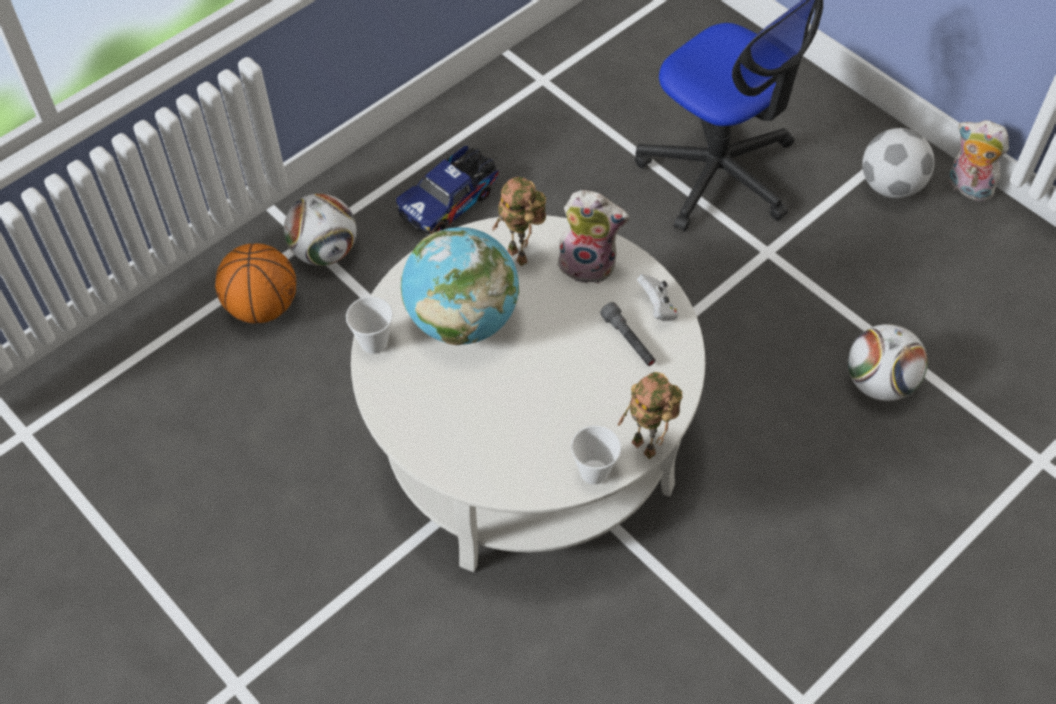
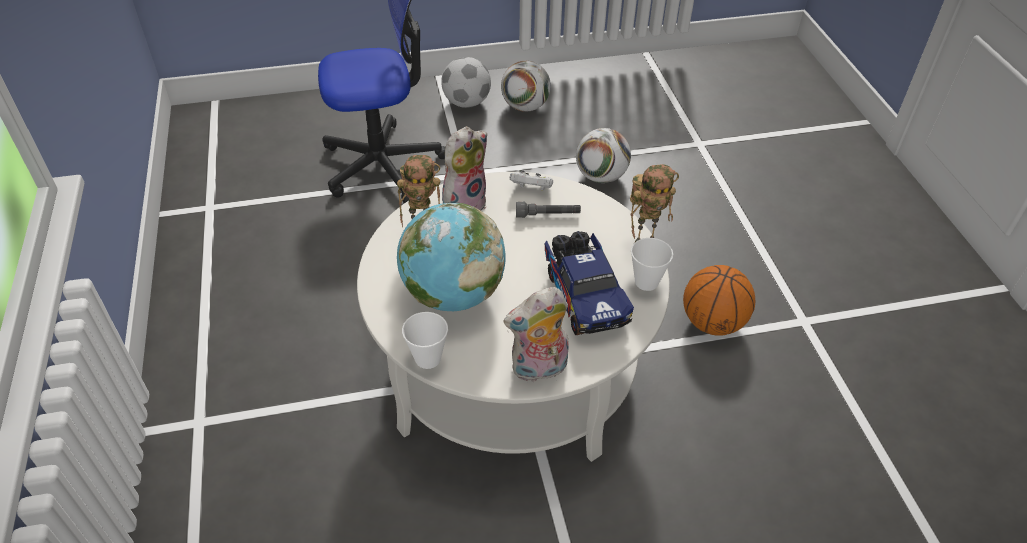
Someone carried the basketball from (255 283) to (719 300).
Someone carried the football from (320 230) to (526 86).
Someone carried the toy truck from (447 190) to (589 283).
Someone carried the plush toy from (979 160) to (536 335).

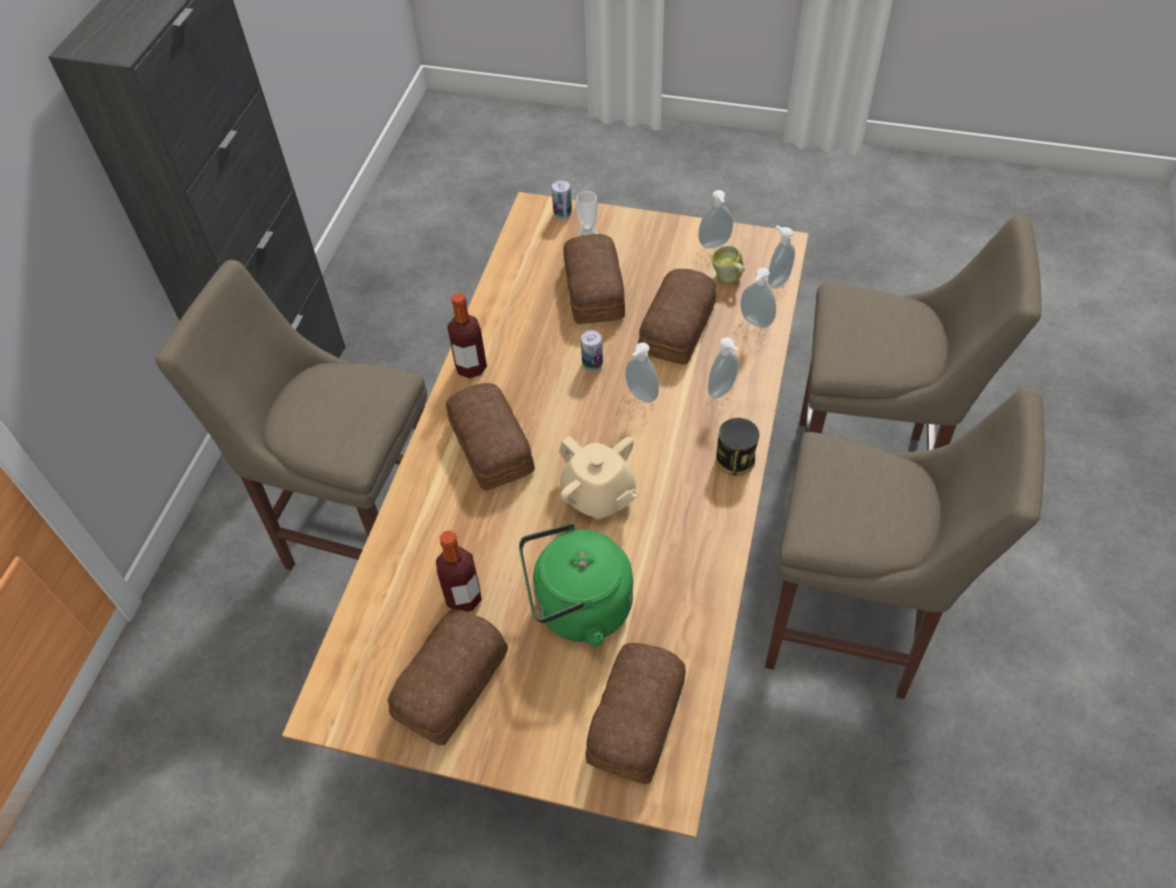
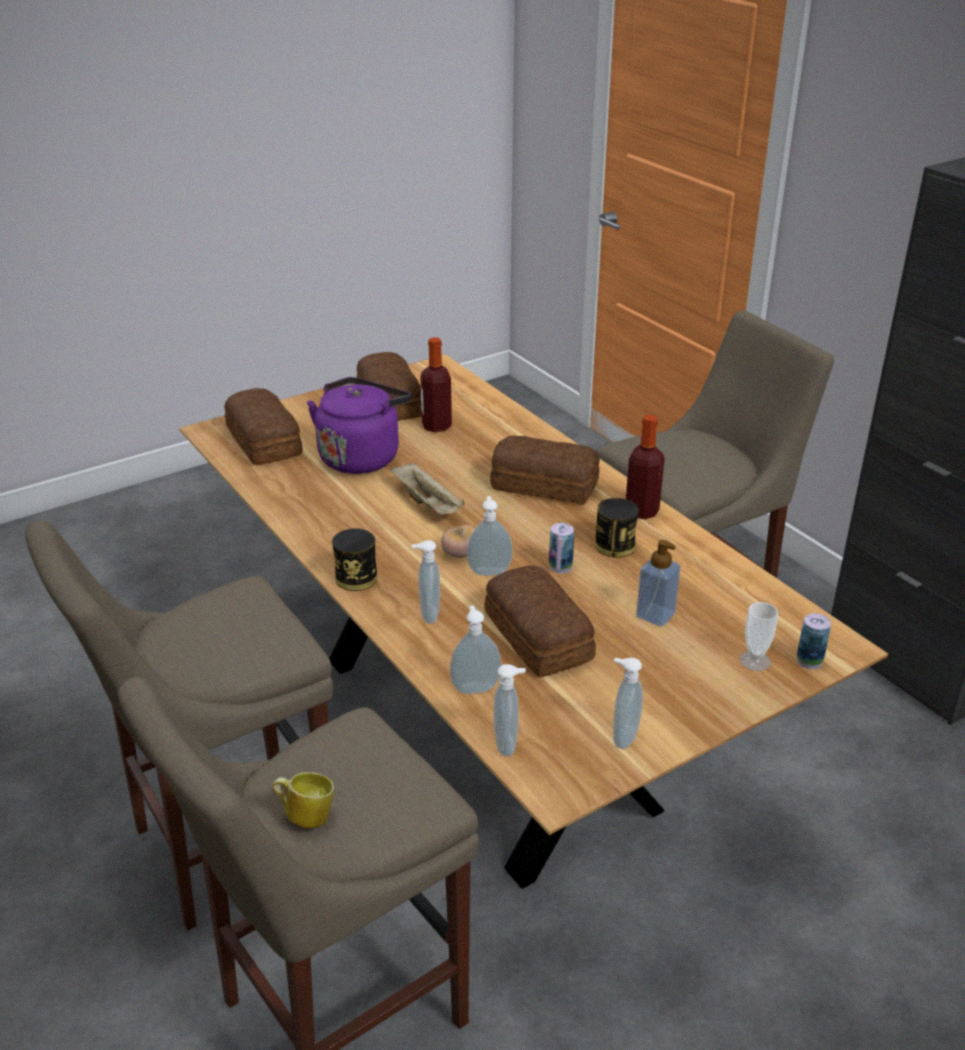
Someone put down the tomato at (458 541).
Someone put down the can at (617 528).
Someone carried the mug from (728 264) to (303 800).
Someone swapped the beige teapot at (599 478) for the beige tray at (428 489).
Someone swapped the bread at (594 279) for the soap dispenser at (658 583).
Someone repainted the green kettle at (576 584), which became the purple kettle at (359 425).

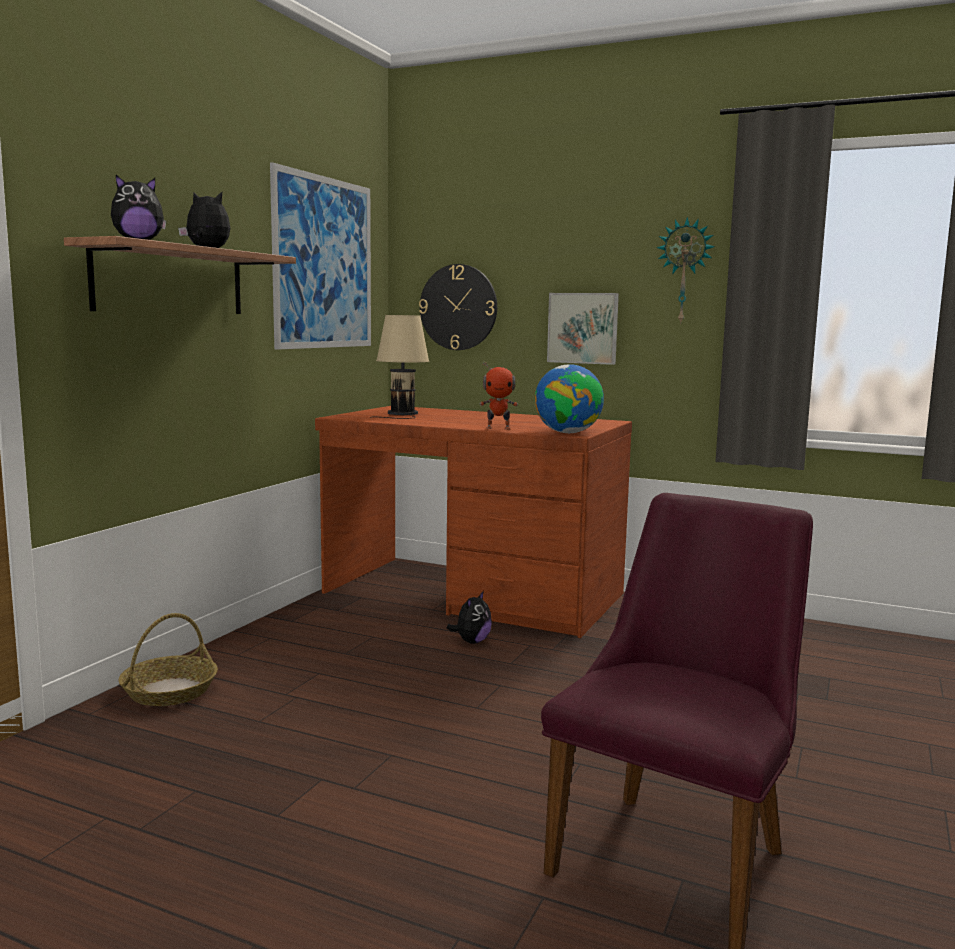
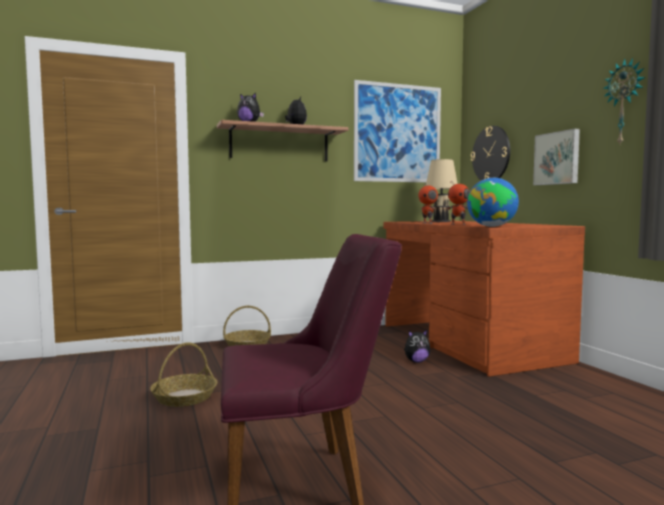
Someone put down the basket at (183 374).
Someone put down the toy robot at (428 203).

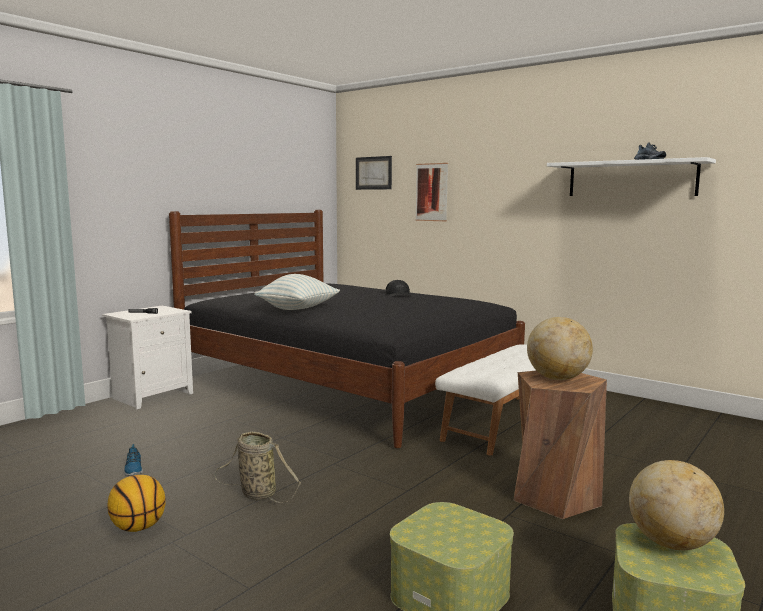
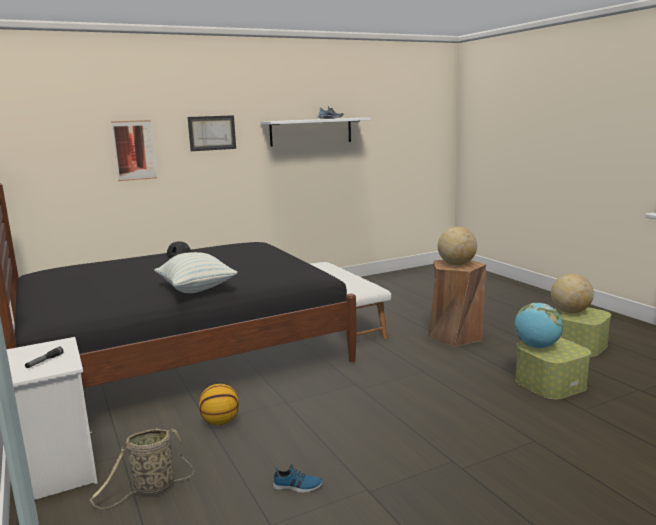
Someone put down the globe at (538 325).
Someone carried the basketball from (136 503) to (219 404).
Someone carried the basket from (258 467) to (142 468).
Someone carried the picture from (374 173) to (212 133).

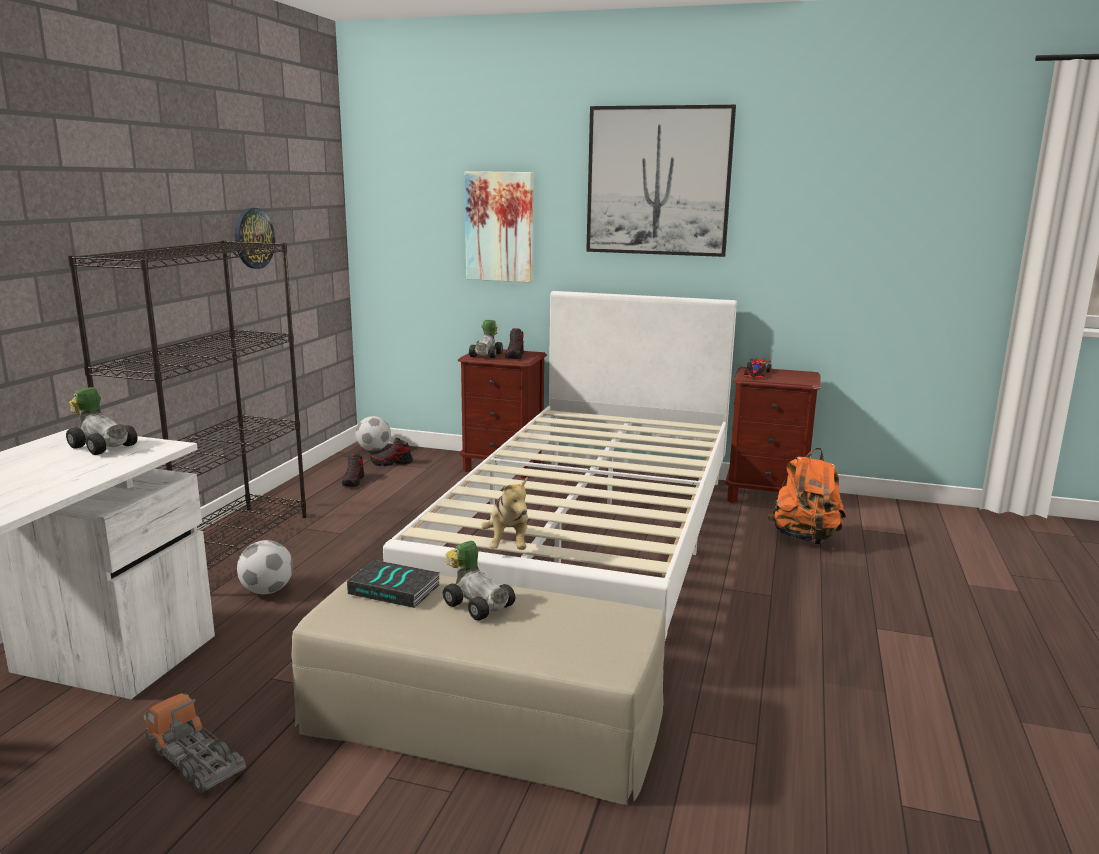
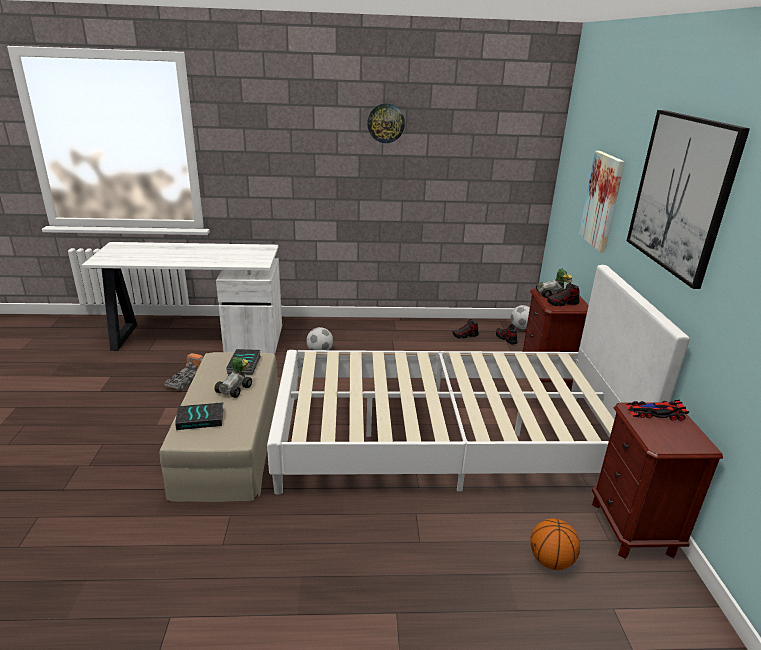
Someone took away the toy car at (101 421).
Someone took away the black bookcase at (187 405).
Someone took away the plush toy at (504 513).
Someone put down the book at (199 416).
Someone carried the wall clock from (255 238) to (386 123).
Someone swapped the orange backpack at (807 496) for the basketball at (555 544).

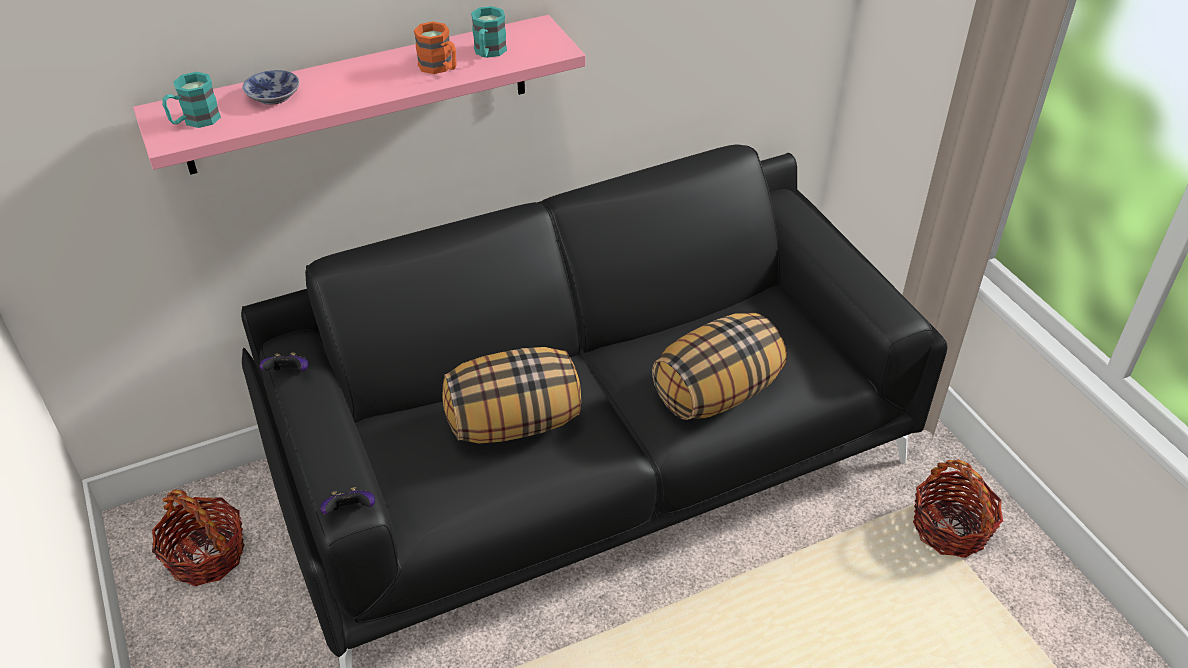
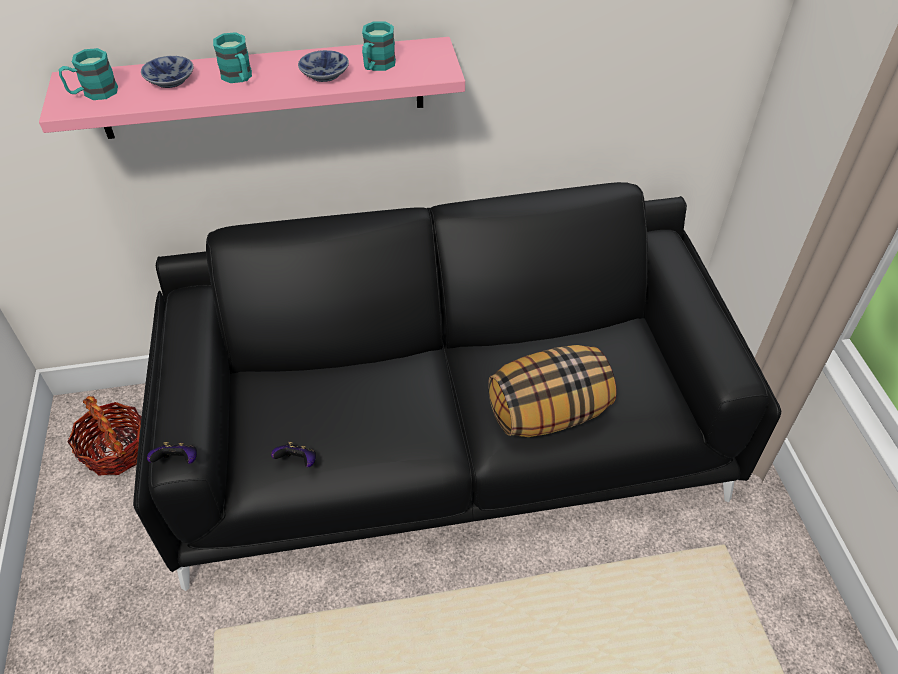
Someone took away the pillow at (512 395).
Someone took away the basket at (958 508).
Someone put down the turquoise mug at (232 57).
Someone carried the game controller from (284 362) to (293 454).
Someone swapped the orange mug at (435 47) for the bowl at (323 66).

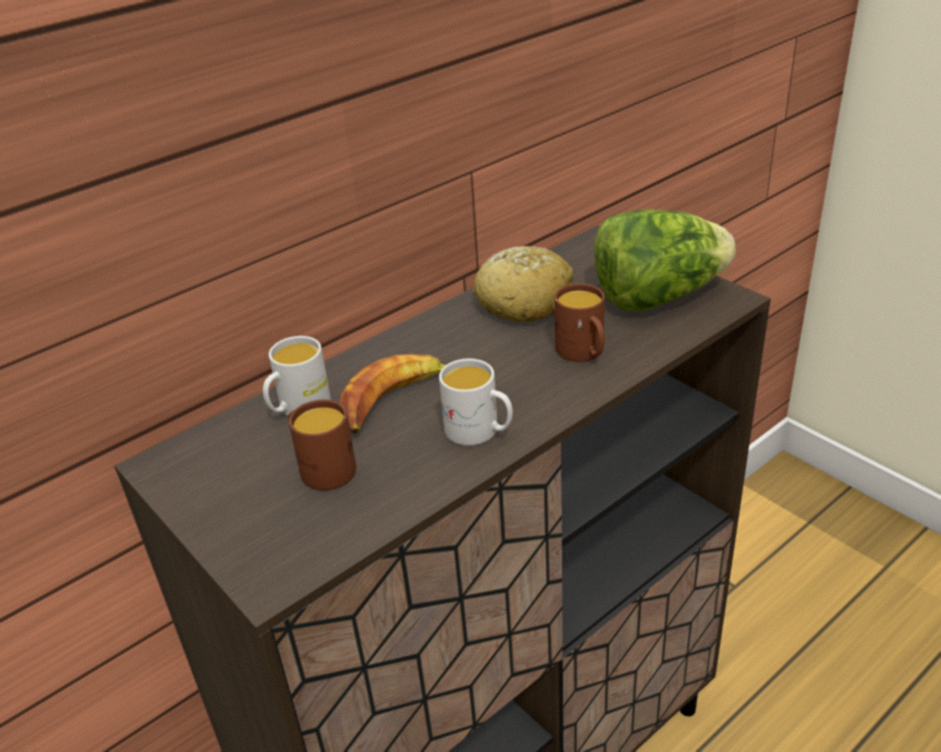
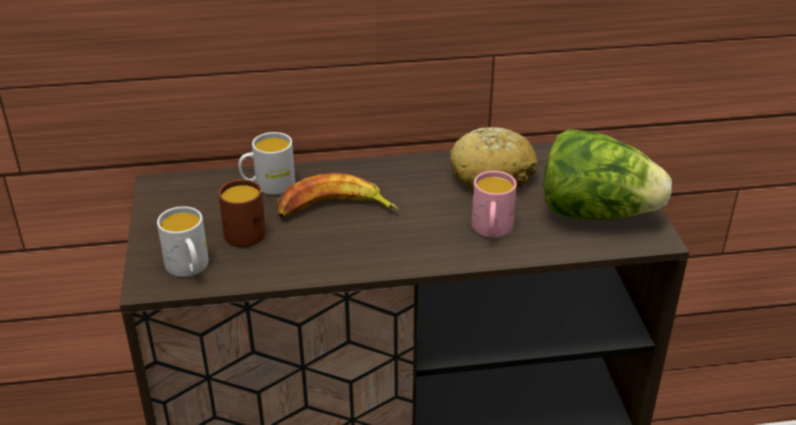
Someone carried the white mug from (476 402) to (183 241).
Someone repainted the brown mug at (579 322), which became the pink mug at (494 204).

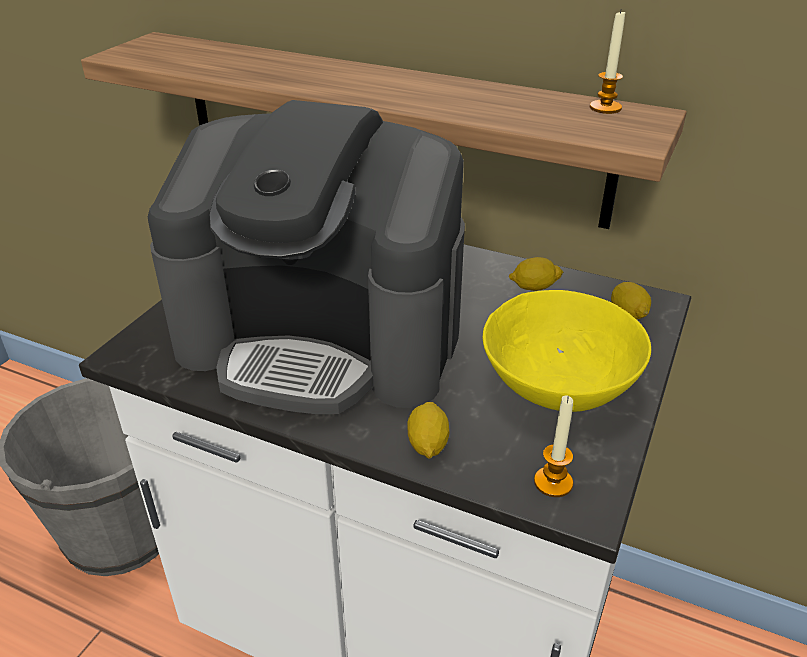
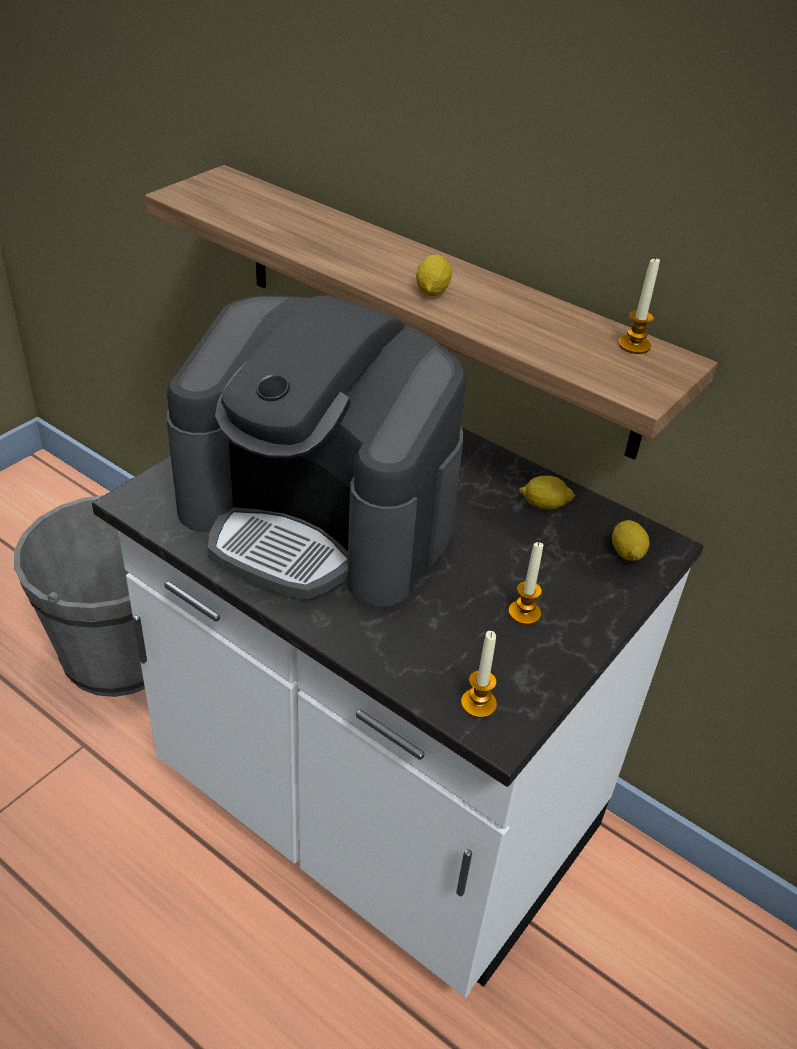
Someone carried the lemon from (428 430) to (434 275).
Someone swapped the yellow bowl at (567 351) for the candle at (526 583).

